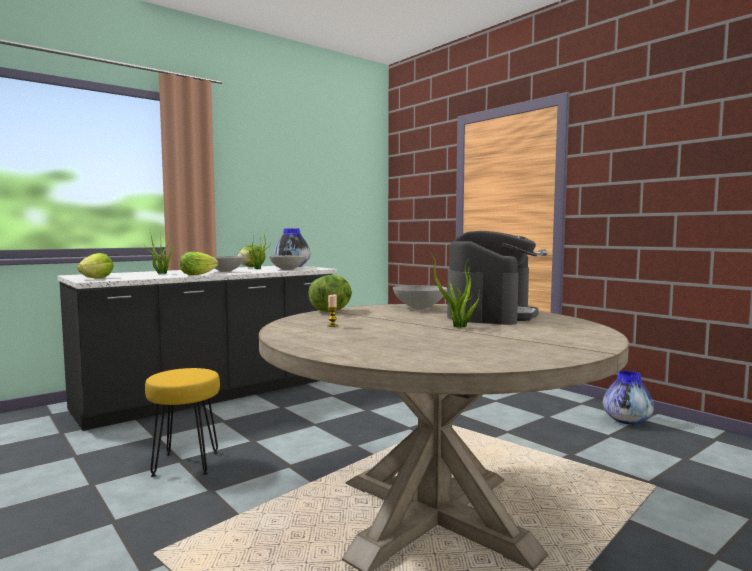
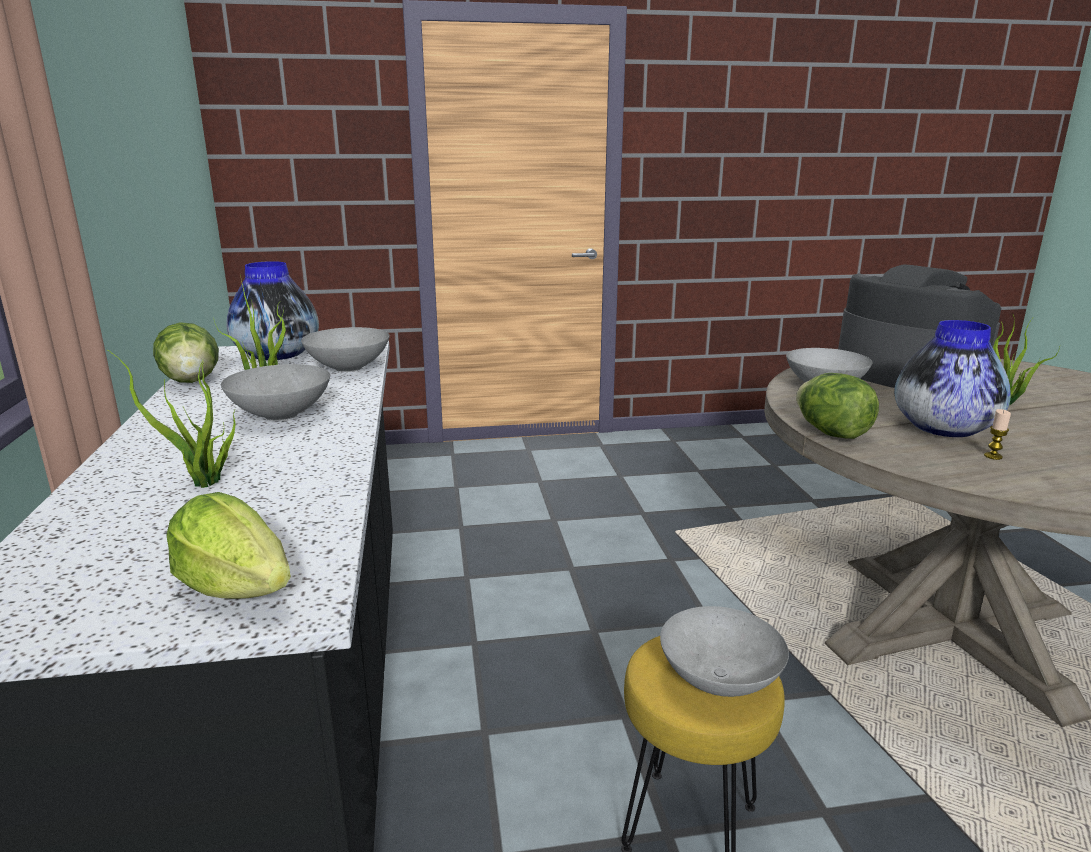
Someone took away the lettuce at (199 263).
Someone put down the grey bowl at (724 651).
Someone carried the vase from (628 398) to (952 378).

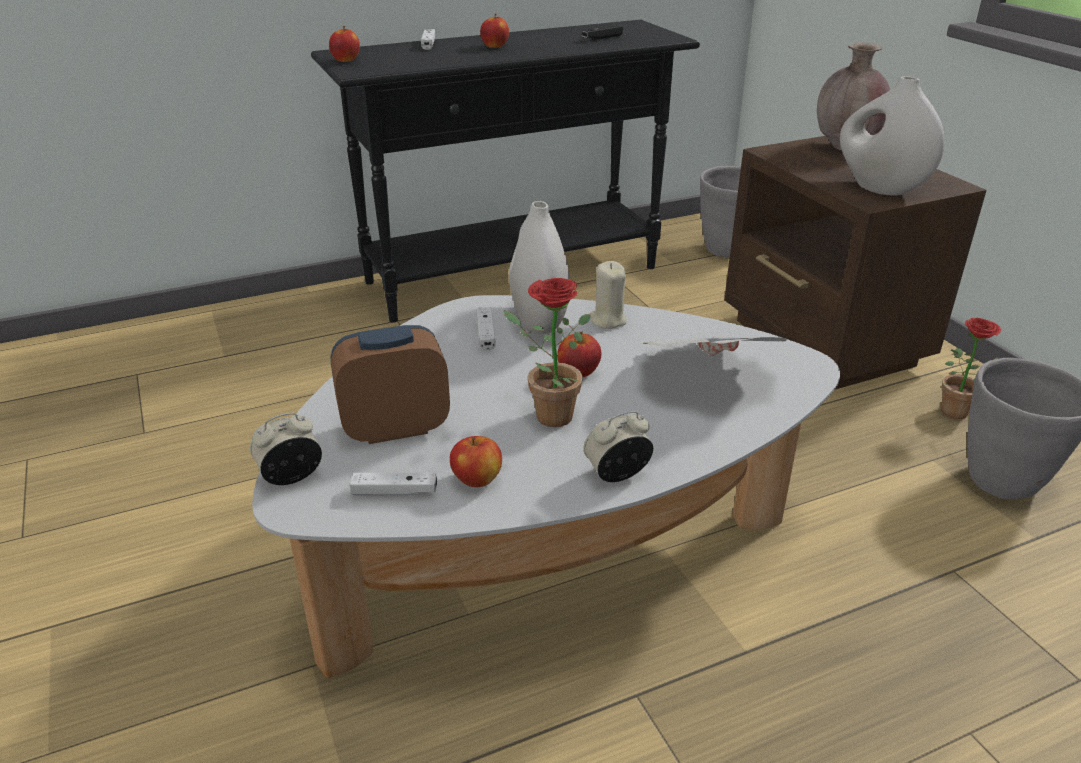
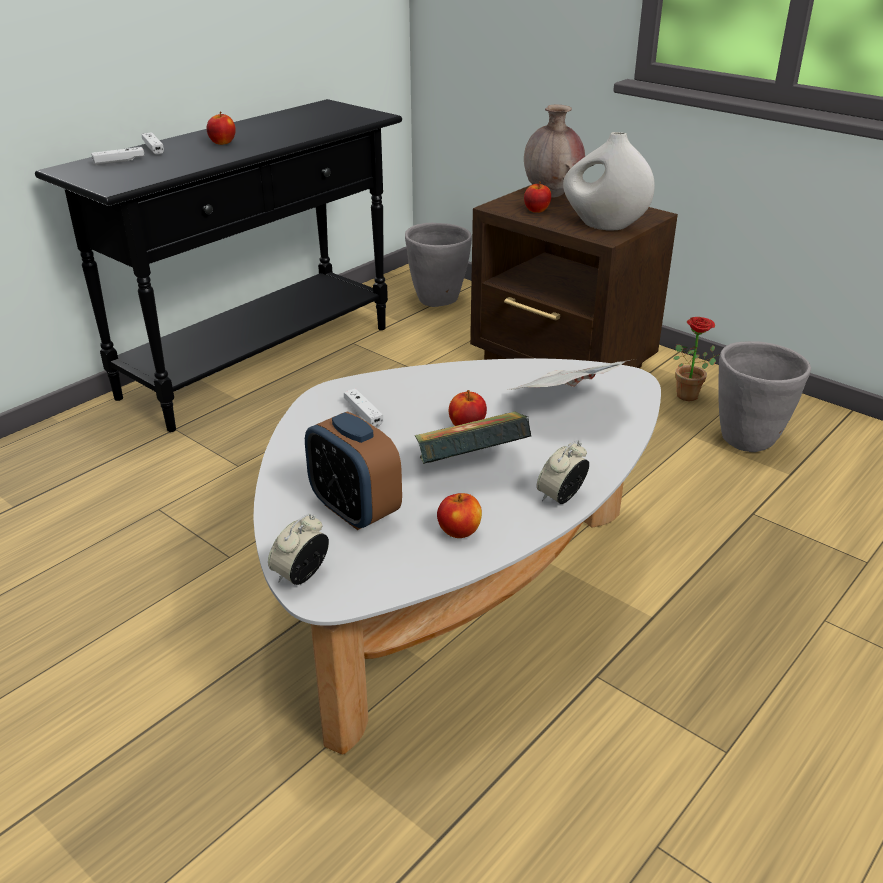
Someone took away the white vase at (539 267).
Someone took away the black game controller at (602 32).
Someone took away the beige candle at (608 295).
Someone carried the apple from (344 44) to (537 197).
Someone carried the white game controller from (393 484) to (118 156).
Someone swapped the potted plant at (547 352) for the book at (473 437).
Someone rotated the alarm clock at (390 384) by 90 degrees counterclockwise.

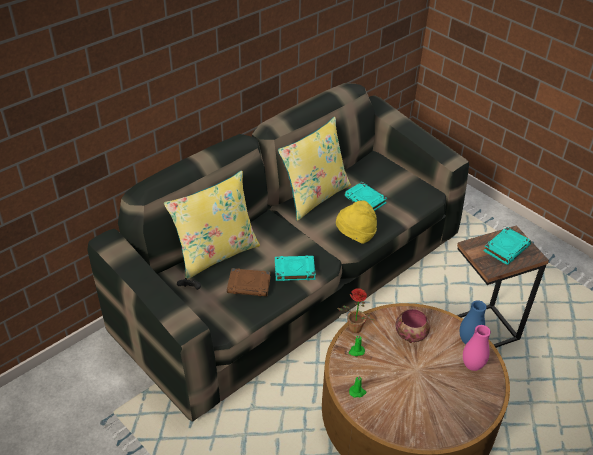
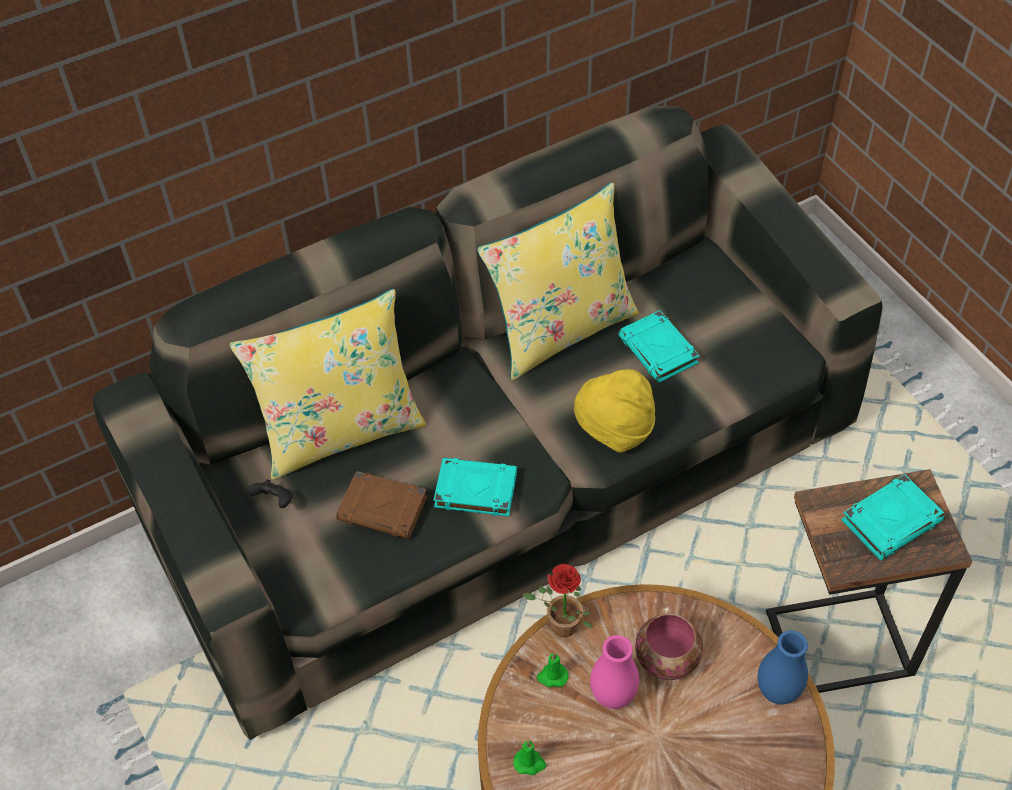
Someone carried the pink vase from (477 348) to (614 672).

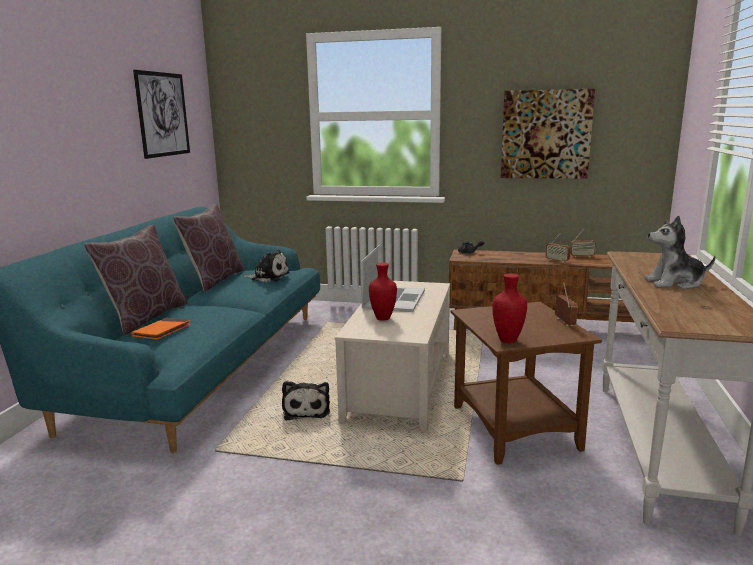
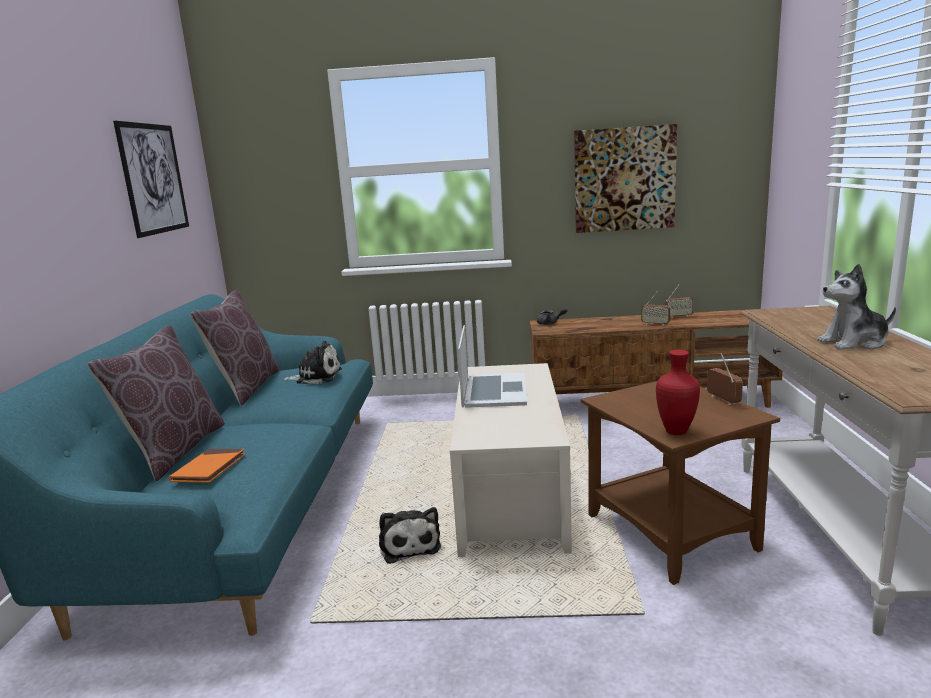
Someone took away the red vase at (383 292).

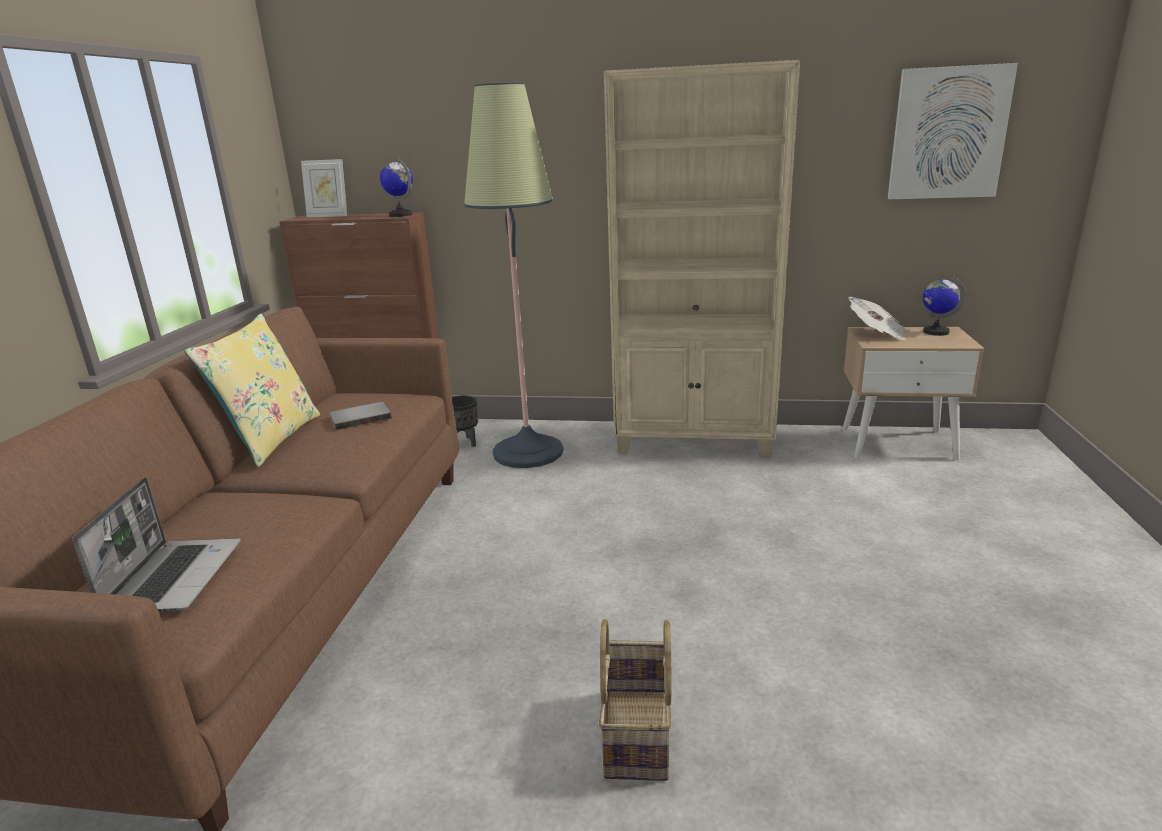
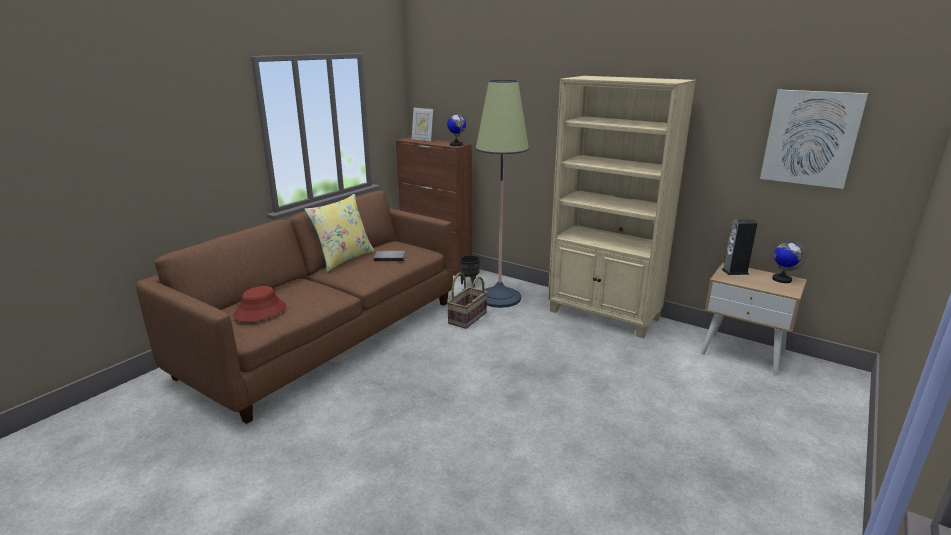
Someone carried the basket from (635 700) to (467 300).
Someone swapped the laptop at (156 544) for the red hat at (259 304).
Someone swapped the newspaper at (877 318) for the speaker at (740 247).

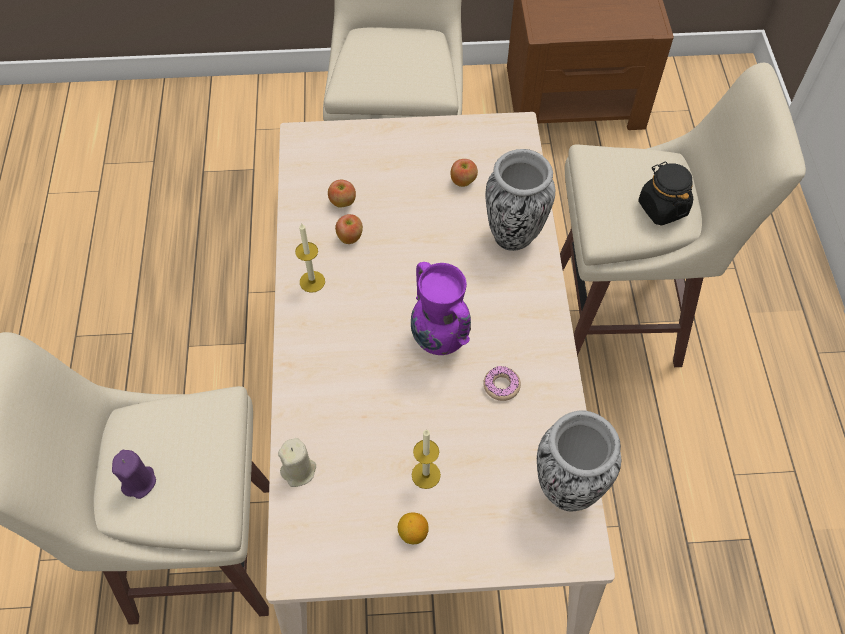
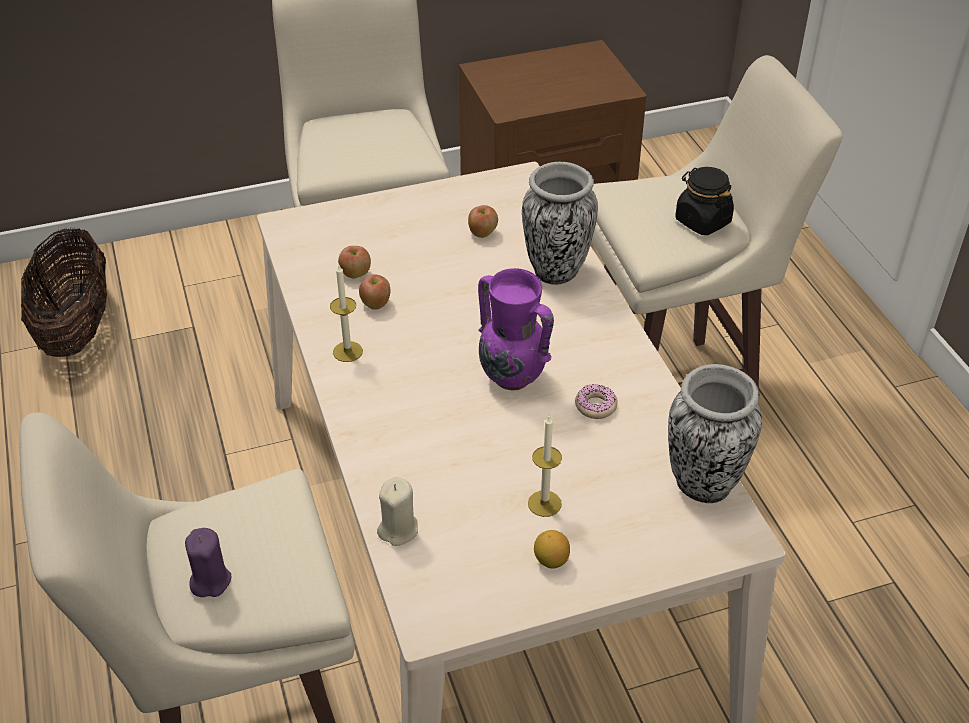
Someone put down the basket at (64 292).

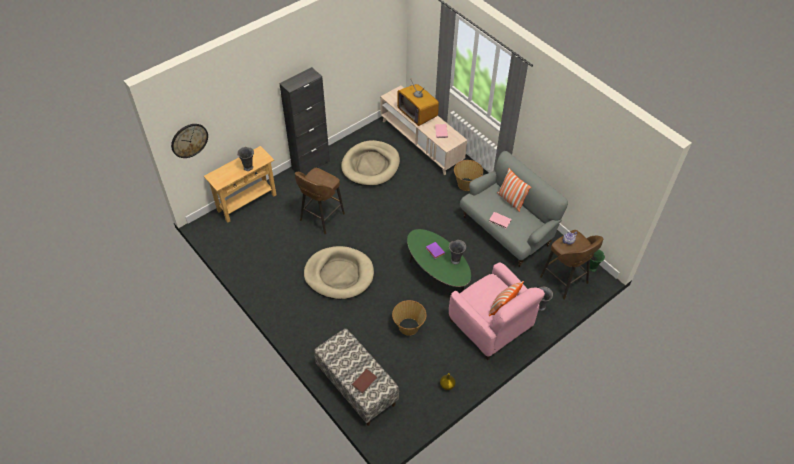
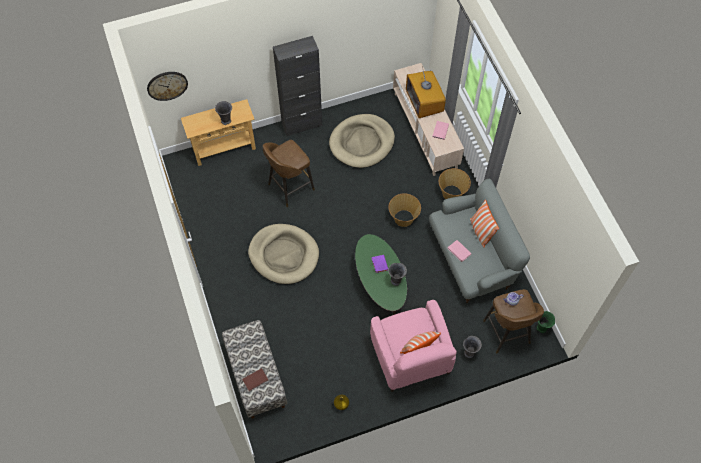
Someone carried the basket from (409 318) to (404 210).

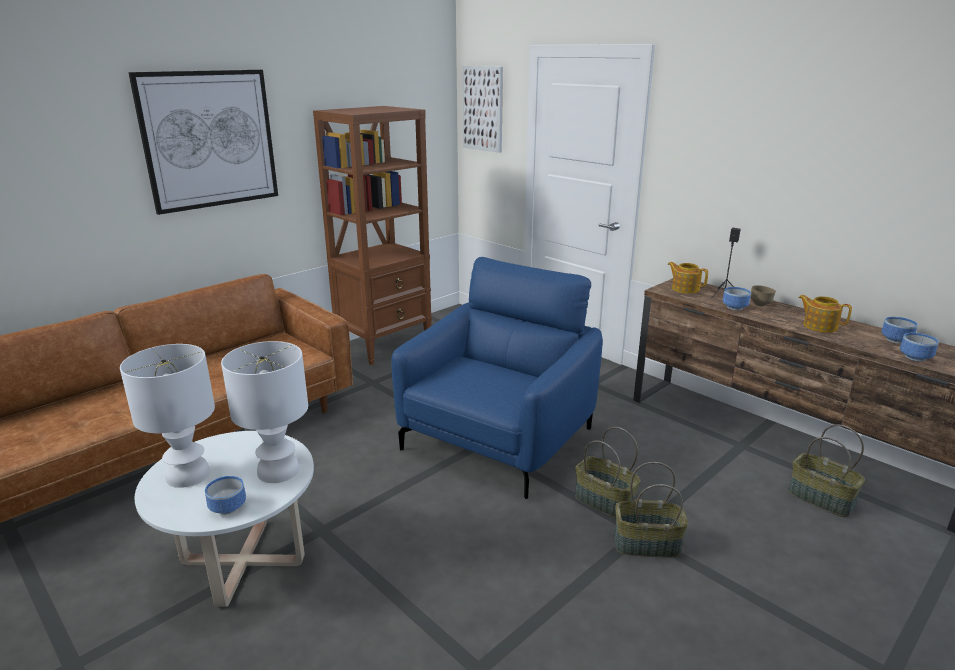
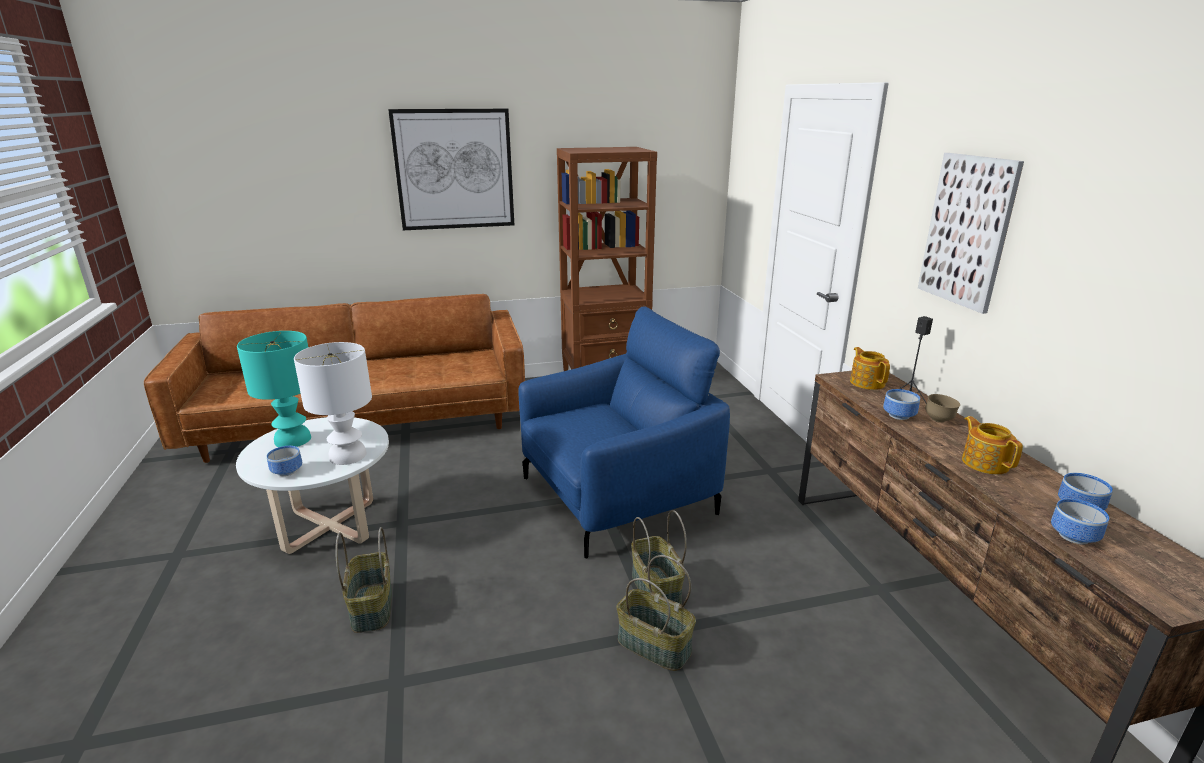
Someone carried the picture from (483 109) to (971 233).
Someone carried the basket from (826 470) to (363 580).
Someone repainted the white table lamp at (167 416), which became the turquoise table lamp at (274 389).

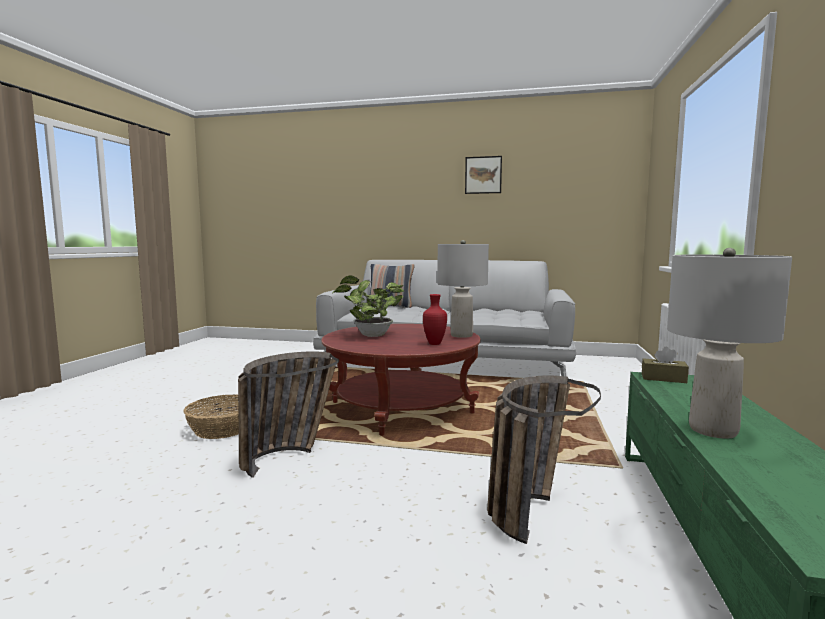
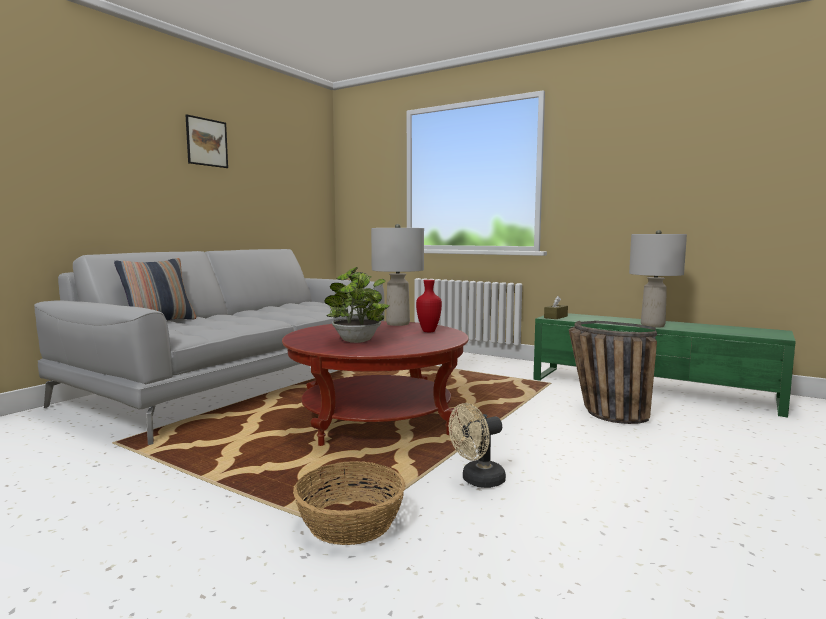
Someone swapped the basket at (288 414) for the beige fan at (477 445).

